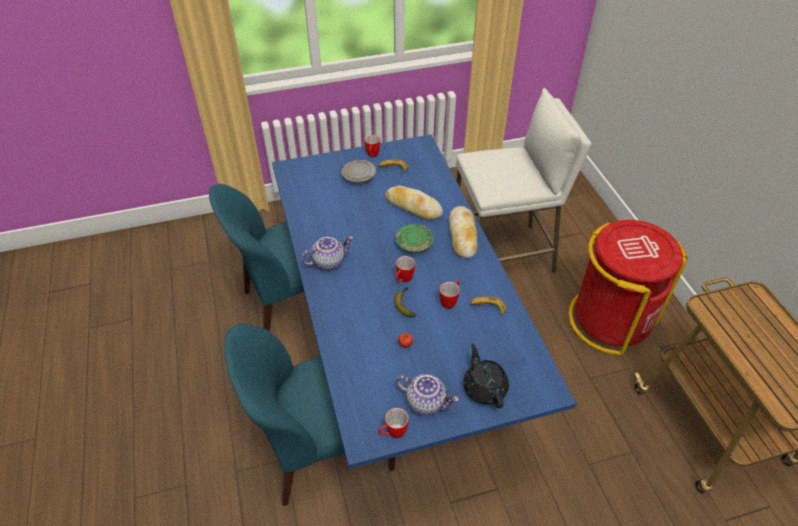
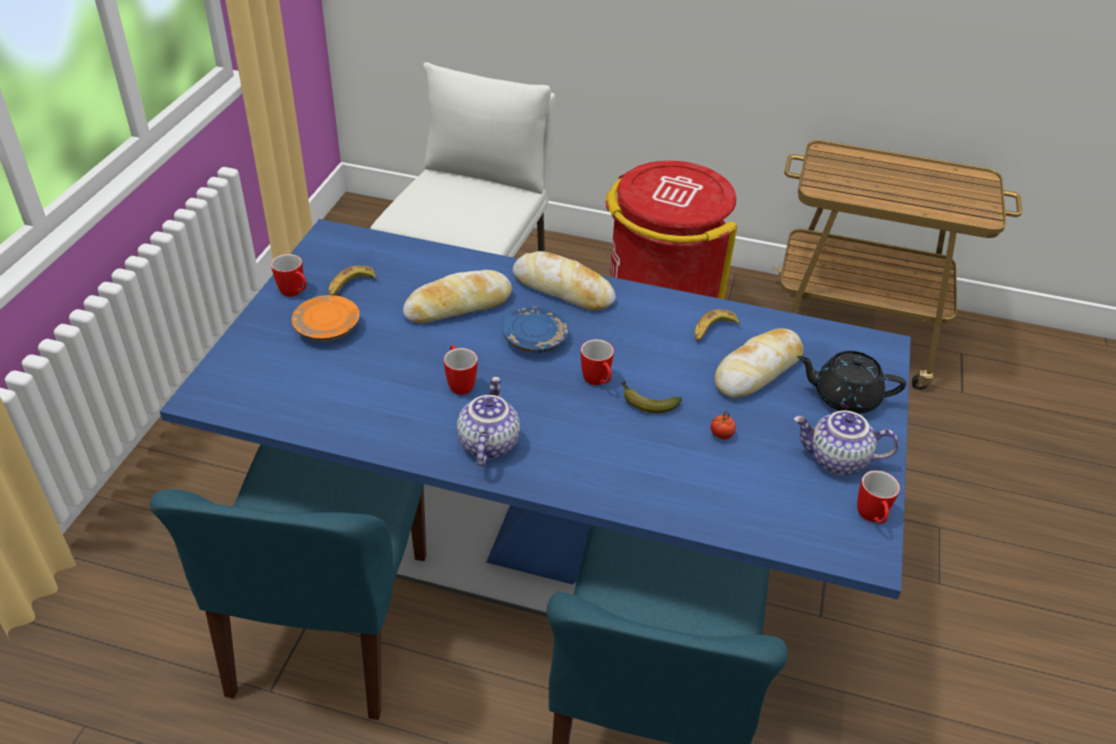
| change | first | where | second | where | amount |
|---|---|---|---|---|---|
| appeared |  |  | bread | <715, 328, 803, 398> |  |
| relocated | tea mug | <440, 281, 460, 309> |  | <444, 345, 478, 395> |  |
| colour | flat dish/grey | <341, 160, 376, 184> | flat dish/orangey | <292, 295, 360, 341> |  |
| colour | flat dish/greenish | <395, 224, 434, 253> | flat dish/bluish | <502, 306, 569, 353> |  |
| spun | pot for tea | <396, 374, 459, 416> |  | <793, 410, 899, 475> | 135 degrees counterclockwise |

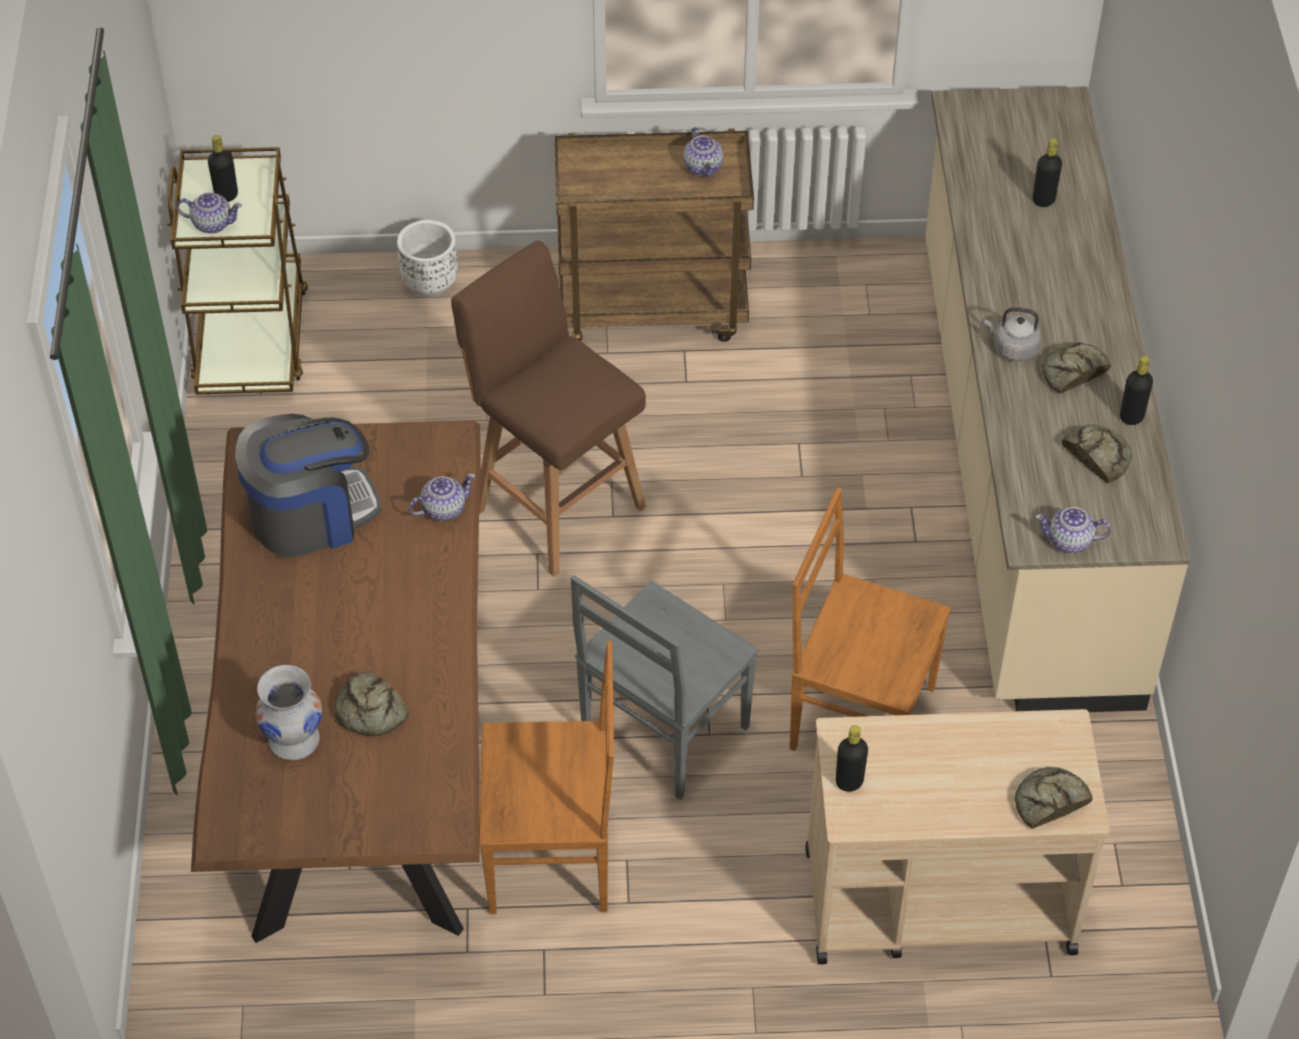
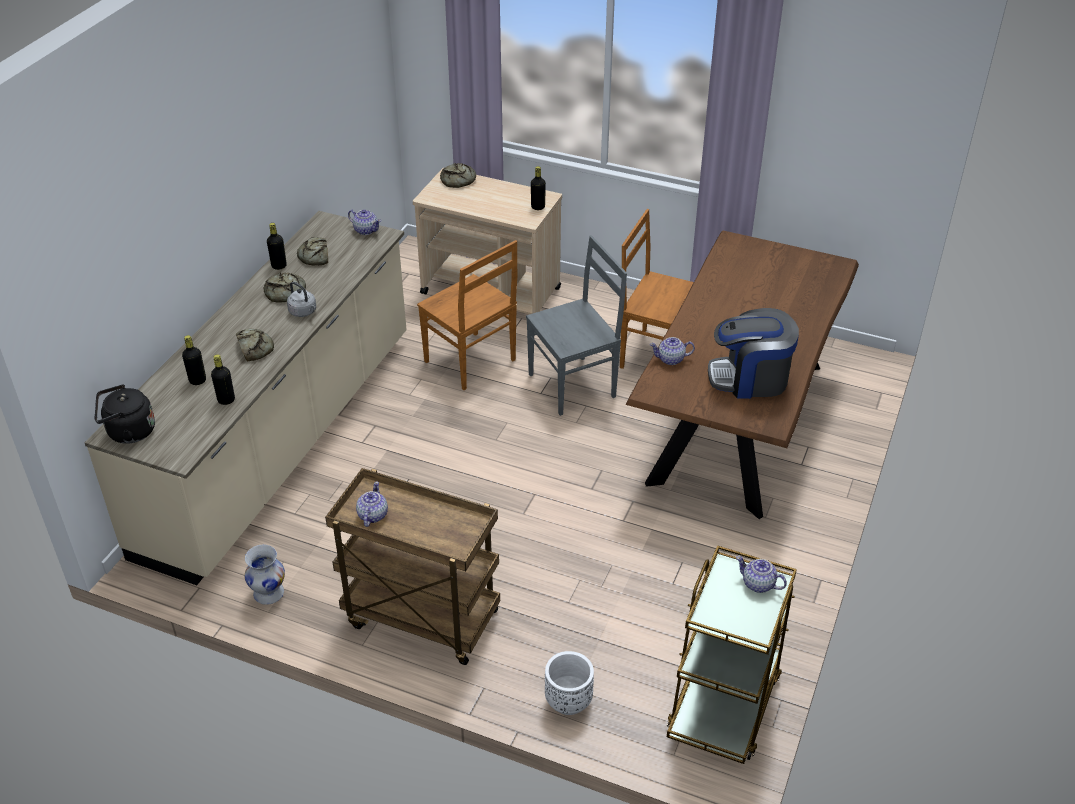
| change | first | where | second | where | amount |
|---|---|---|---|---|---|
| missing | stool seat/brown-coloured | <451, 240, 646, 576> |  |  |  |
| appeared |  |  | water kettle/black | <95, 384, 155, 444> |  |
| relocated | drink bottle/black | <208, 135, 238, 202> |  | <211, 354, 235, 405> |  |
| relocated | decorative vase/whitish | <255, 665, 322, 760> |  | <245, 545, 285, 605> |  |
| relocated | bread | <334, 672, 409, 736> |  | <236, 329, 274, 361> |  |

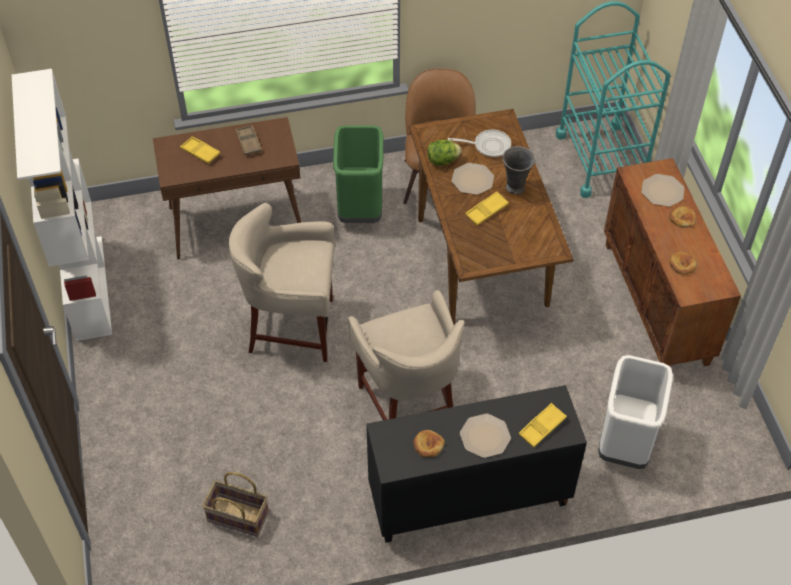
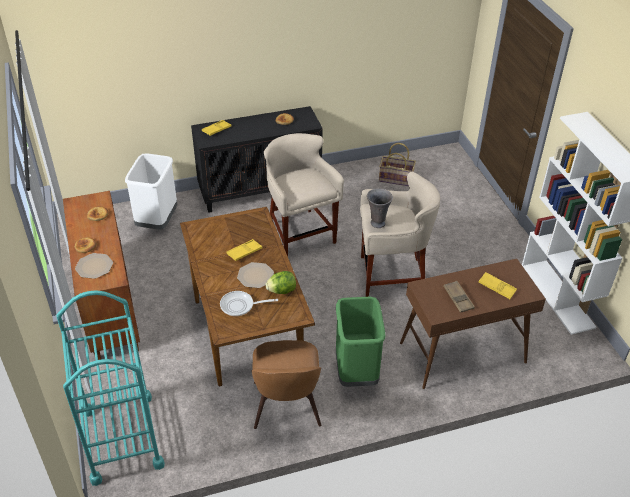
| change | first | where | second | where | amount |
|---|---|---|---|---|---|
| missing | flat dish | <460, 414, 511, 458> |  |  |  |
| relocated | decorative vase/grey | <502, 146, 536, 195> |  | <367, 188, 393, 228> |  |

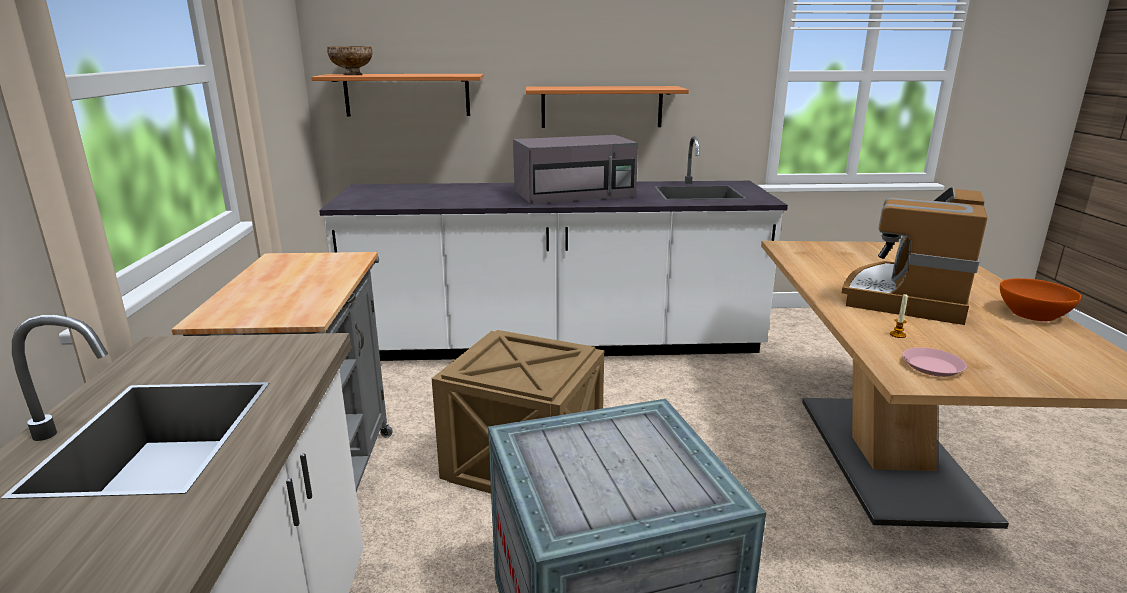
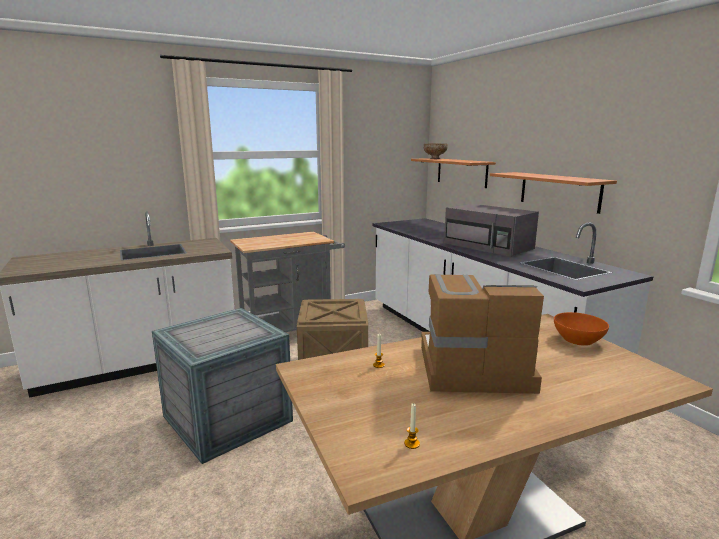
| change | first | where | second | where | amount |
|---|---|---|---|---|---|
| missing | flat dish/pink-coloured | <902, 347, 967, 377> |  |  |  |
| appeared |  |  | candle | <404, 403, 420, 449> |  |
| relocated | bowl/orangey | <1000, 278, 1081, 321> |  | <554, 312, 609, 346> |  |

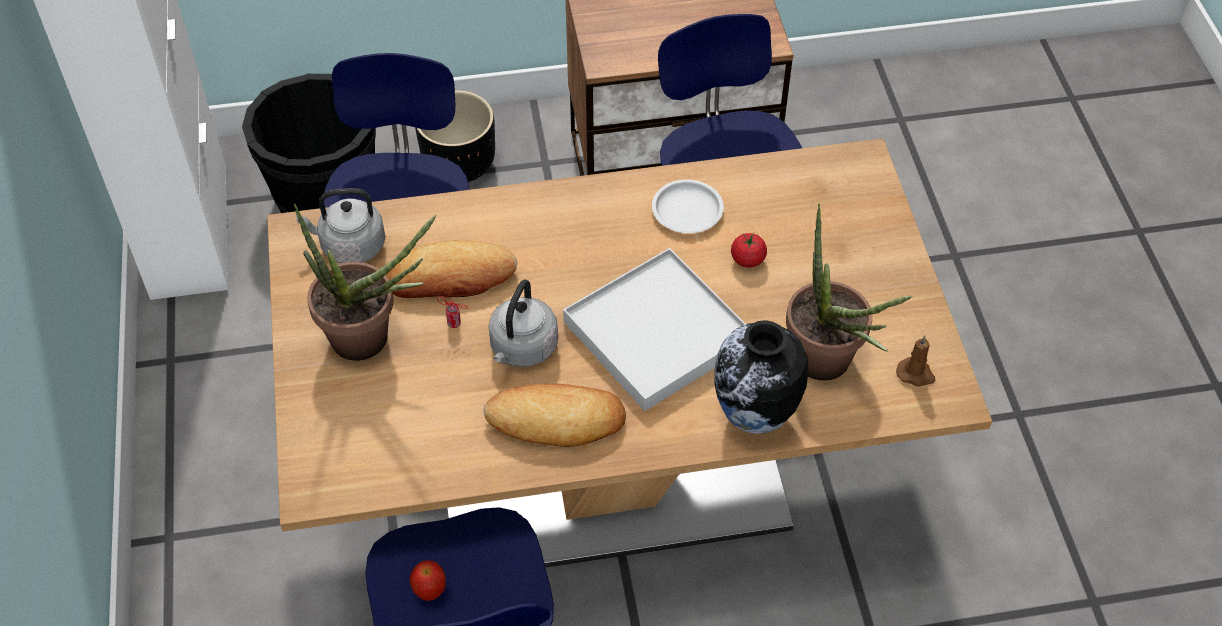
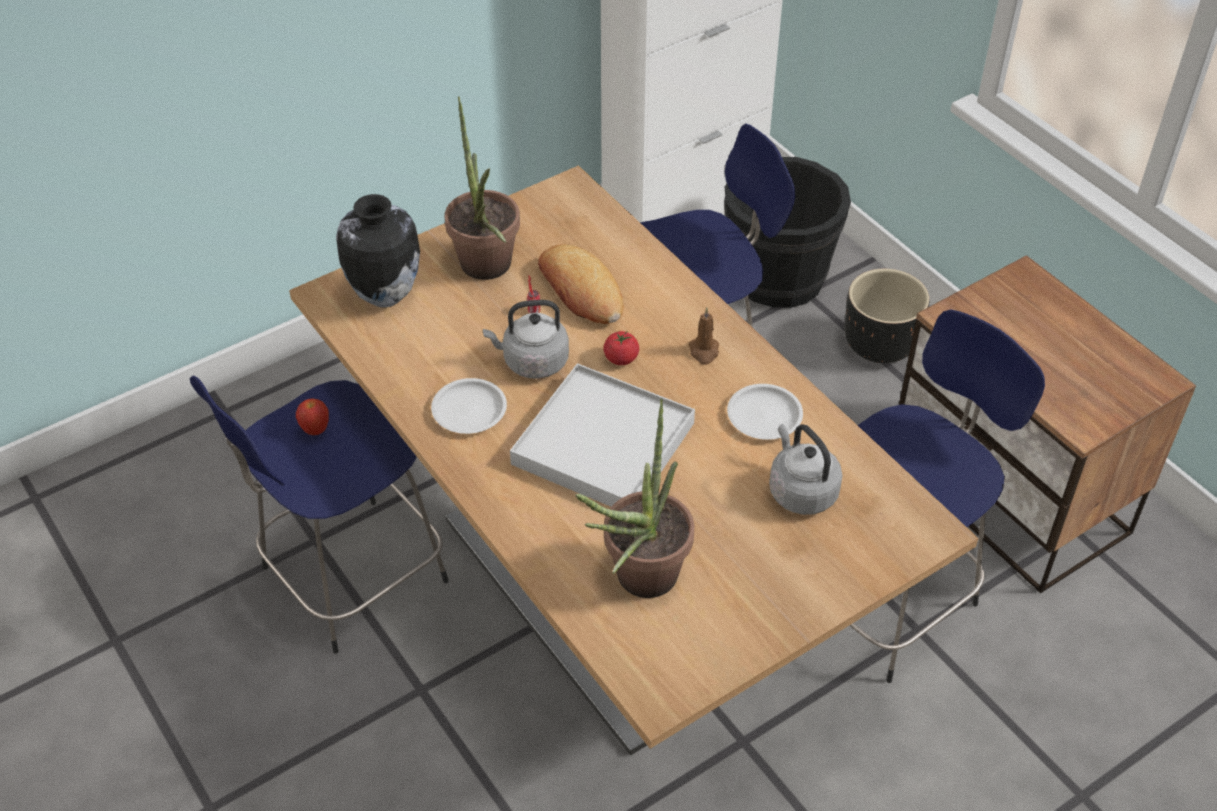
| change | first | where | second | where | amount |
|---|---|---|---|---|---|
| relocated | water kettle/grey | <296, 188, 385, 264> |  | <769, 424, 843, 515> |  |
| relocated | decorative vase | <714, 320, 808, 434> |  | <336, 194, 420, 307> |  |
| relocated | fresh tomato | <731, 233, 767, 268> |  | <603, 331, 639, 365> |  |
| relocated | candle/brown-coloured | <896, 336, 935, 386> |  | <689, 308, 719, 365> |  |
| exchanged | bread | <484, 384, 626, 447> | flat dish/whitish | <431, 378, 507, 434> |  |

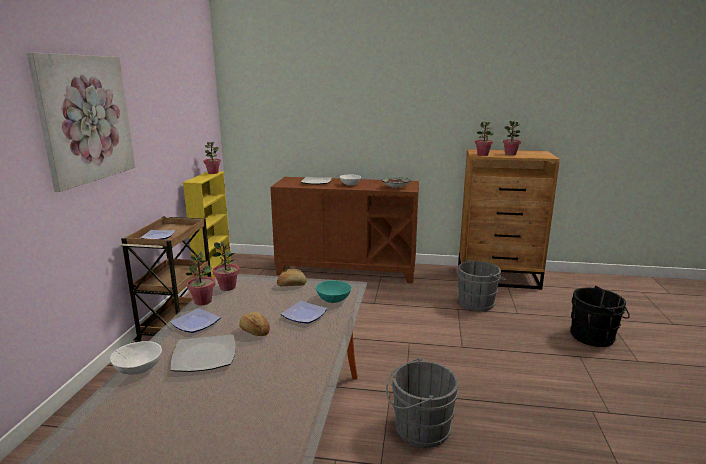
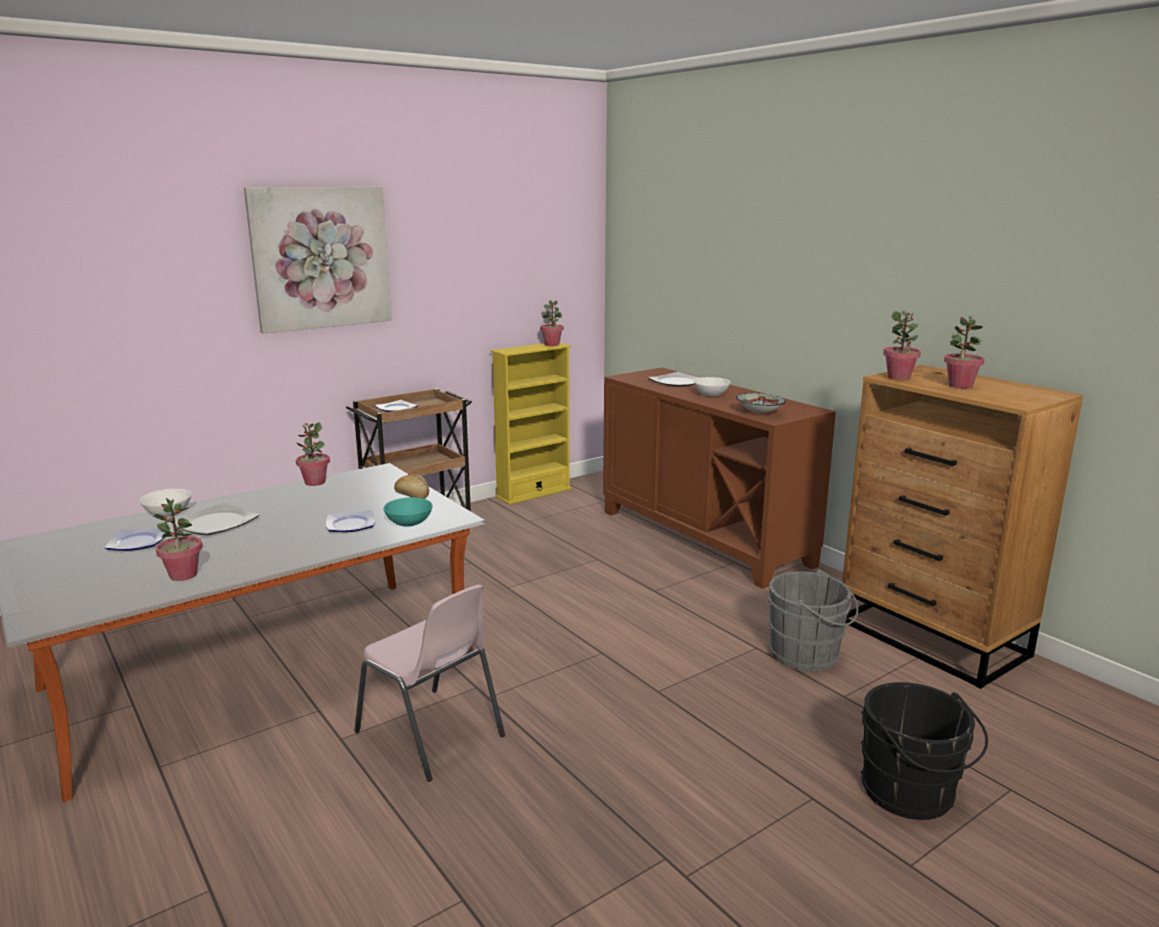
| change | first | where | second | where | amount |
|---|---|---|---|---|---|
| missing | bread | <239, 312, 270, 336> |  |  |  |
| relocated | flat dish | <170, 308, 221, 333> |  | <105, 528, 165, 551> |  |
| relocated | houseplant | <212, 241, 239, 291> |  | <153, 498, 202, 581> |  |
| exchanged | pail/grey | <386, 358, 458, 448> | upright chair/pink-coloured | <354, 584, 505, 782> |  |

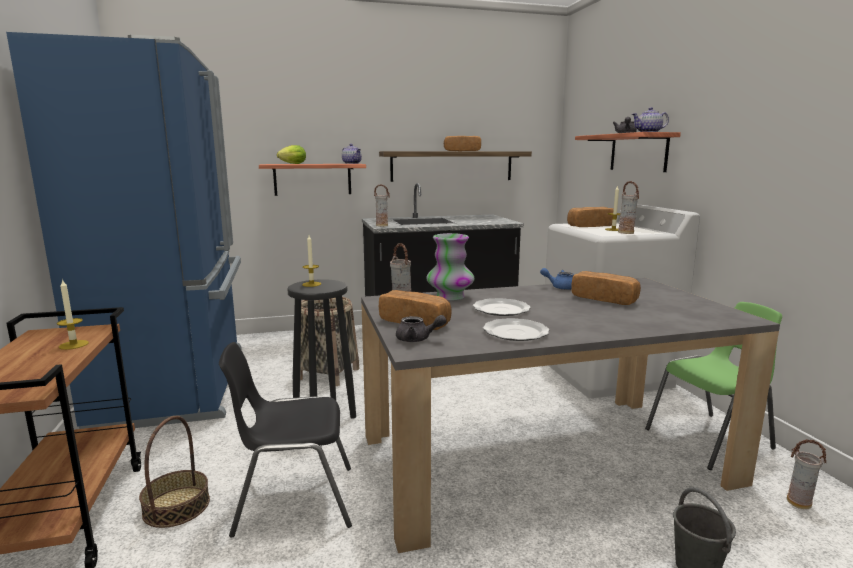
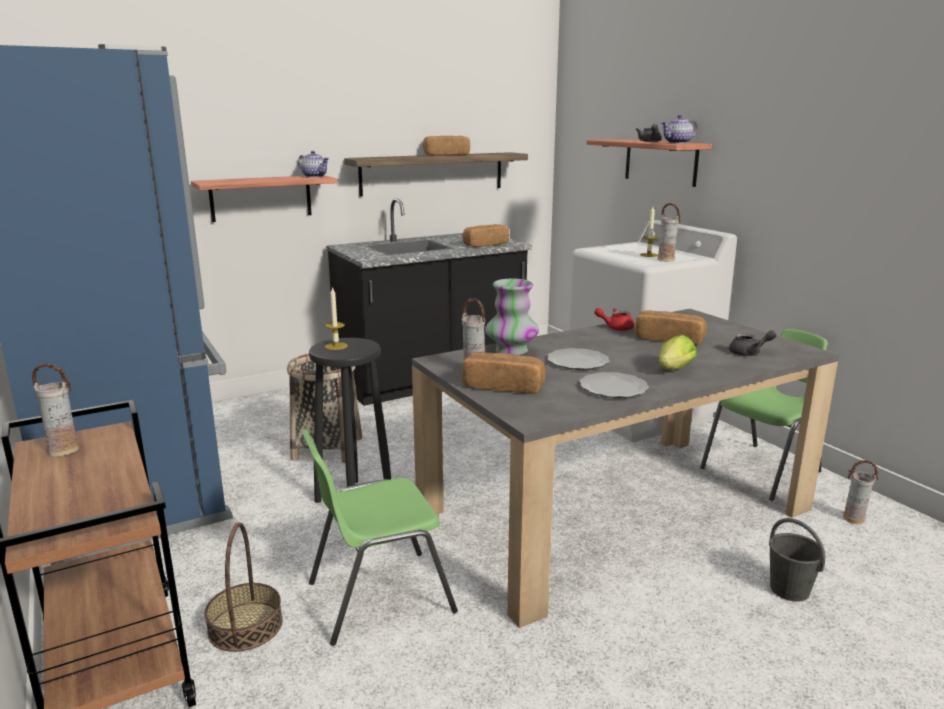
| change | first | where | second | where | amount |
|---|---|---|---|---|---|
| missing | candle | <57, 279, 89, 350> |  |  |  |
| relocated | lettuce head | <277, 145, 306, 164> |  | <659, 335, 697, 370> |  |
| relocated | decorative vase | <374, 184, 390, 227> |  | <32, 363, 79, 456> |  |
| relocated | pot for tea/grey | <396, 315, 446, 342> |  | <729, 330, 777, 356> |  |
| relocated | bread | <567, 207, 614, 227> |  | <463, 224, 509, 247> |  |
| colour | upright chair/black | <219, 342, 352, 538> | upright chair/greenish | <301, 429, 458, 646> |  |
| colour | pot for tea/bluish | <540, 268, 574, 290> | pot for tea/reddish | <594, 308, 634, 331> |  |

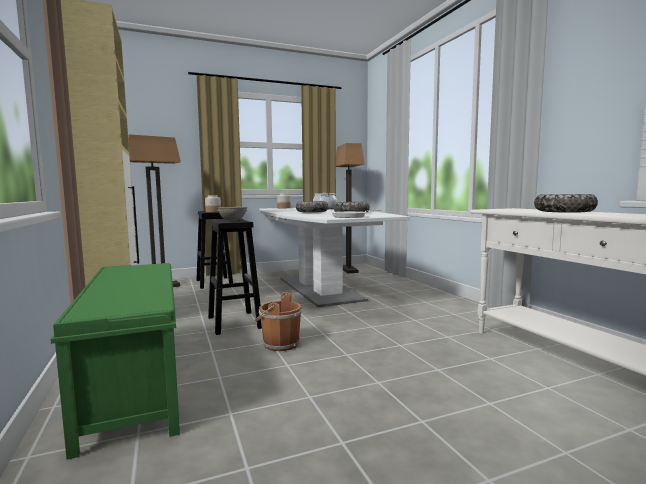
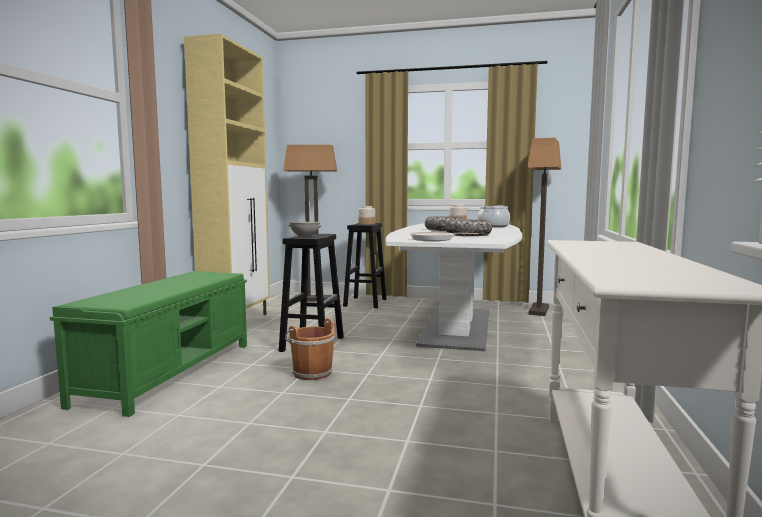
| change | first | where | second | where | amount |
|---|---|---|---|---|---|
| missing | bowl | <534, 194, 598, 213> |  |  |  |

